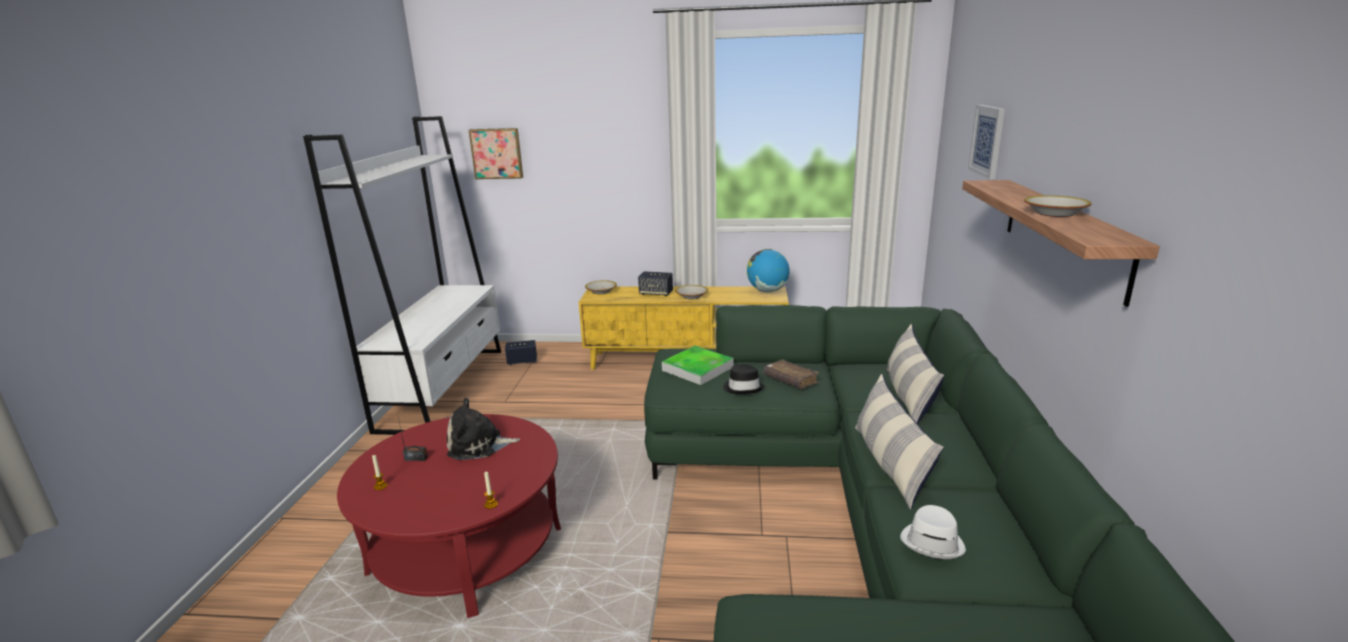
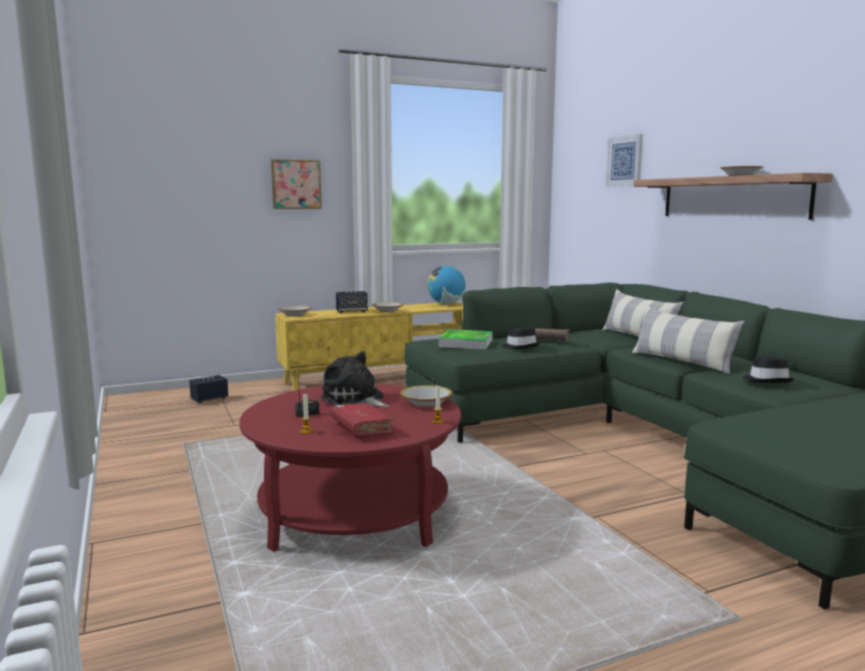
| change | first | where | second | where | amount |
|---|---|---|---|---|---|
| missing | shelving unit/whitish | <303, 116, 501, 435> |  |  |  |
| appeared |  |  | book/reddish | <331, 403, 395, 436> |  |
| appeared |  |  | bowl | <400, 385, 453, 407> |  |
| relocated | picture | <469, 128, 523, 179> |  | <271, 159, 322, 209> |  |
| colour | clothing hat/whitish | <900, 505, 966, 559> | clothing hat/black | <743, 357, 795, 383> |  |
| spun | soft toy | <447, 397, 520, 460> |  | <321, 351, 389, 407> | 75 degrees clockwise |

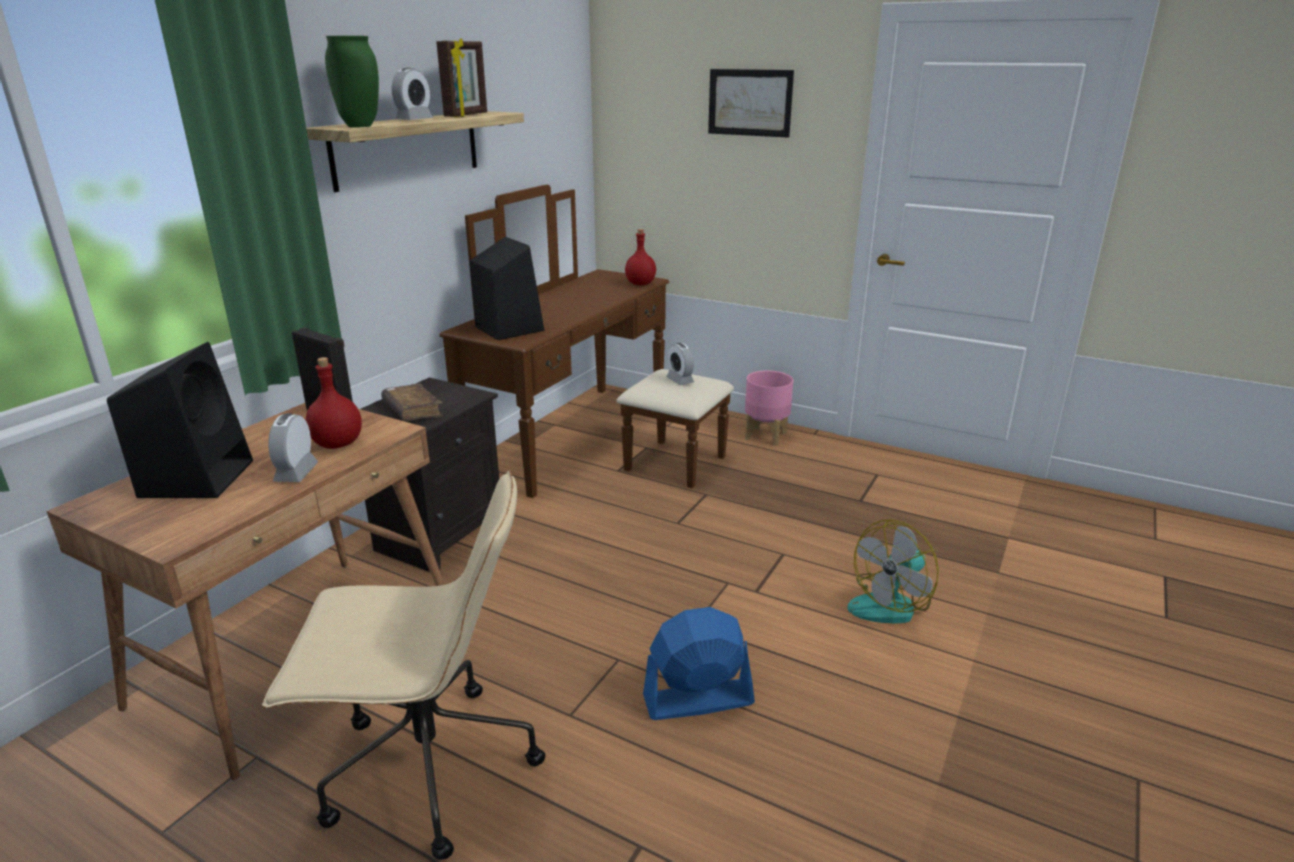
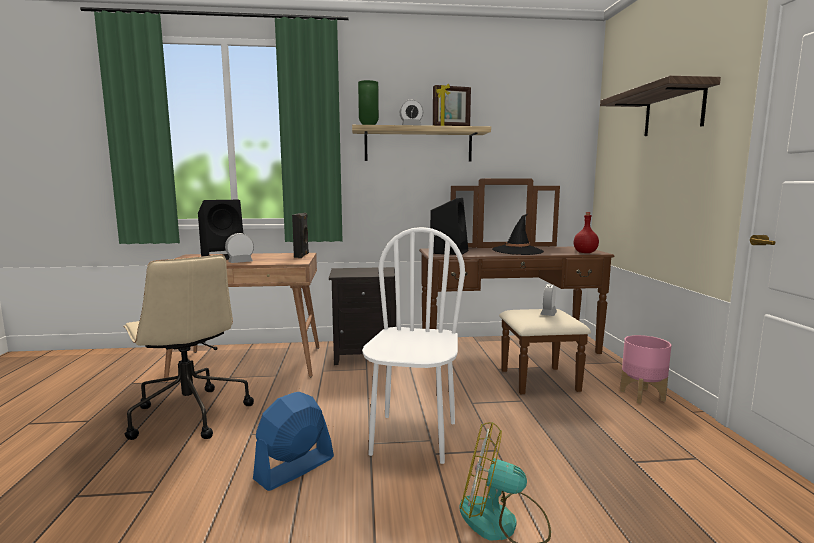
| change | first | where | second | where | amount |
|---|---|---|---|---|---|
| missing | drink bottle/reddish | <306, 357, 362, 449> |  |  |  |
| missing | book/brown-coloured | <381, 384, 443, 421> |  |  |  |
| appeared |  |  | upright chair/whitish | <362, 227, 465, 464> |  |
| appeared |  |  | clothing hat/black | <492, 213, 544, 255> |  |
| exchanged | picture | <708, 69, 794, 138> | wall shelf | <600, 76, 721, 136> |  |
| spun | electric fan/bluish | <643, 607, 755, 720> |  | <253, 392, 334, 491> | 90 degrees counterclockwise |

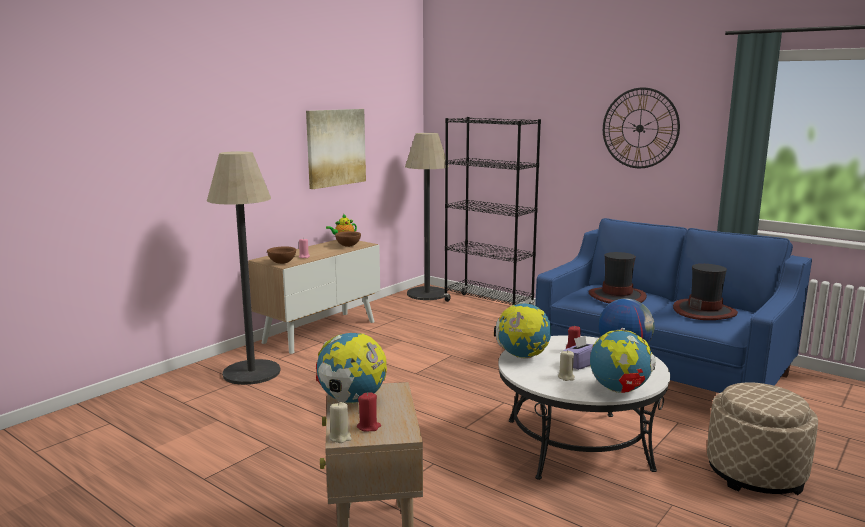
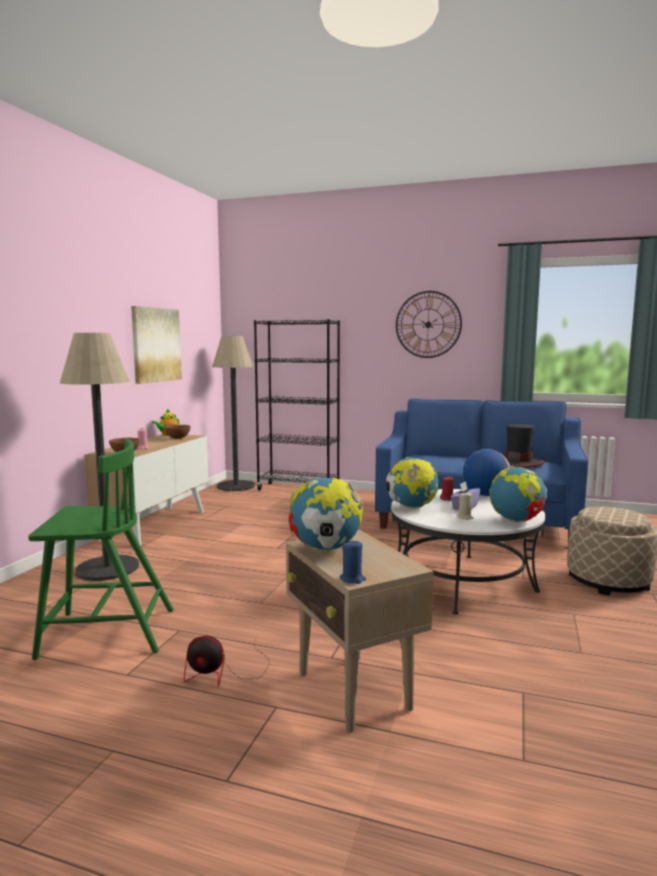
| change | first | where | second | where | amount |
|---|---|---|---|---|---|
| missing | candle/reddish | <357, 392, 381, 432> |  |  |  |
| missing | clothing hat | <589, 252, 647, 304> |  |  |  |
| appeared |  |  | upright chair/greenish | <28, 439, 174, 660> |  |
| appeared |  |  | electric fan | <184, 636, 270, 687> |  |
| colour | candle/sand-coloured | <329, 402, 352, 443> | candle/bluish | <340, 540, 366, 584> |  |

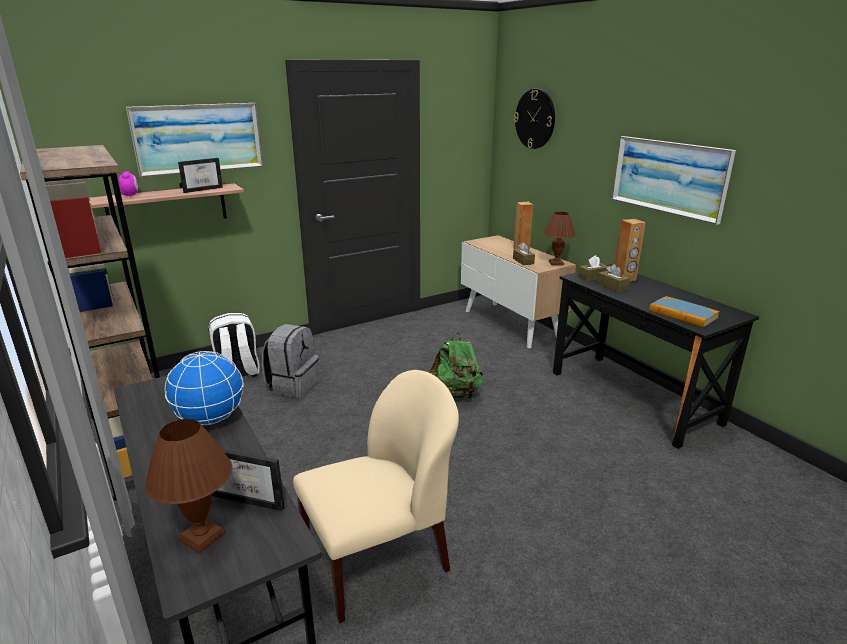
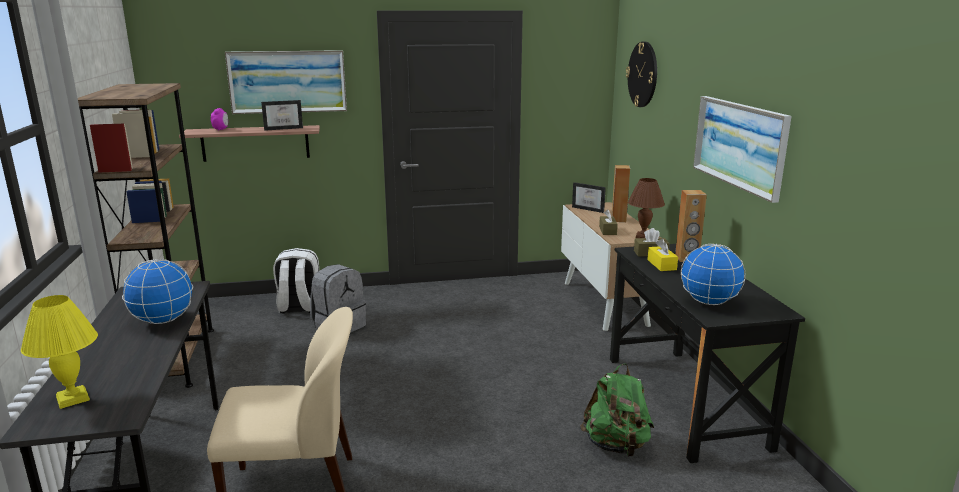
| change | first | where | second | where | amount |
|---|---|---|---|---|---|
| relocated | photo frame | <212, 449, 285, 511> |  | <572, 182, 606, 213> |  |
| relocated | knapsack/greenish | <430, 332, 483, 399> |  | <580, 364, 654, 457> |  |
| exchanged | book | <649, 296, 720, 327> | desk globe | <681, 244, 746, 305> |  |
| colour | table lamp/brown-coloured | <145, 419, 233, 553> | table lamp/yellow-coloured | <21, 295, 98, 409> |  |
| colour | tissue box/brown-coloured | <597, 264, 630, 292> | tissue box/yellow-coloured | <647, 239, 678, 271> |  |

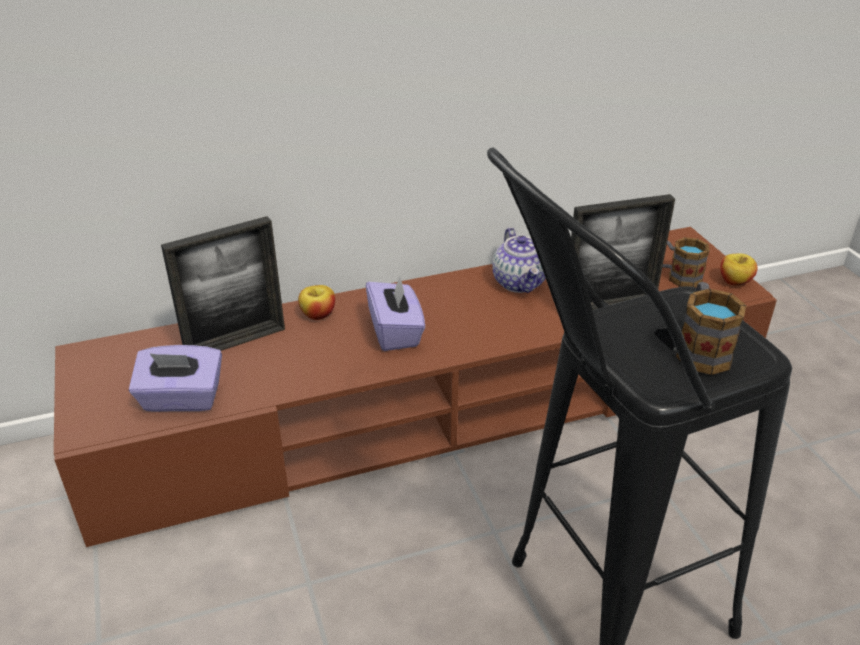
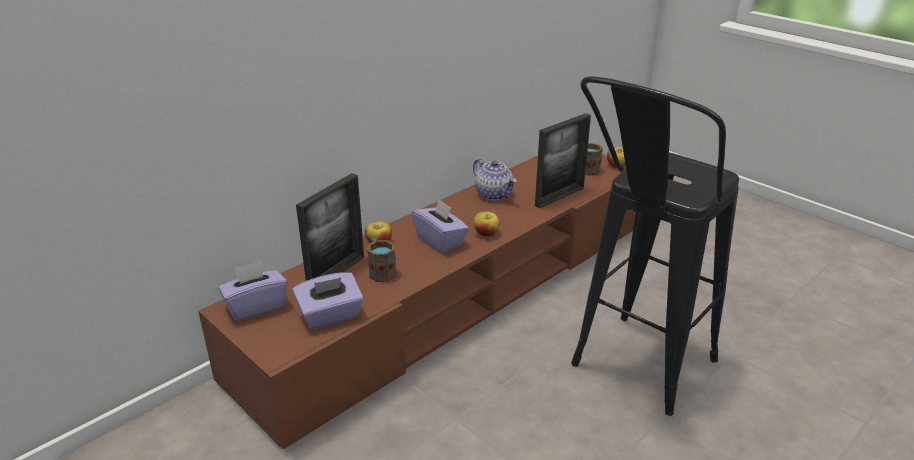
| change | first | where | second | where | amount |
|---|---|---|---|---|---|
| appeared |  |  | tissue box/purplish | <218, 261, 288, 321> |  |
| appeared |  |  | apple | <473, 212, 500, 237> |  |
| relocated | tea mug | <676, 282, 747, 375> |  | <367, 238, 396, 282> |  |

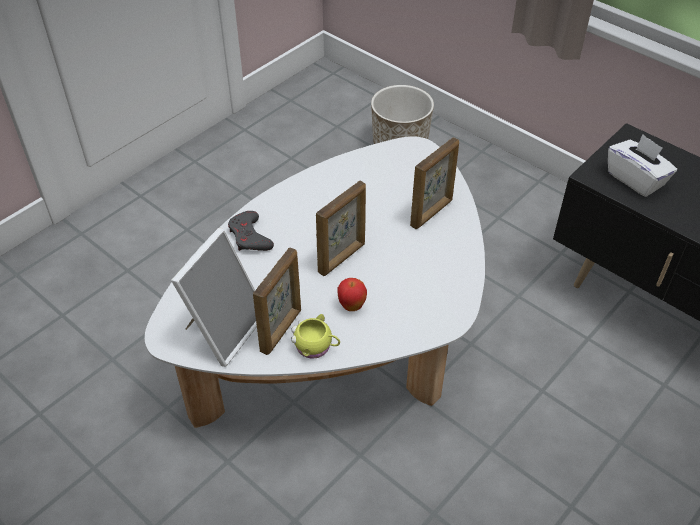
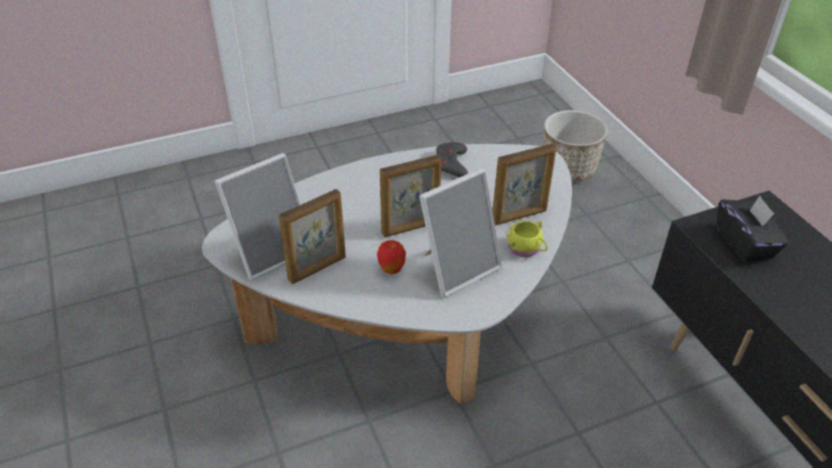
| change | first | where | second | where | amount |
|---|---|---|---|---|---|
| appeared |  |  | photo frame | <419, 168, 502, 298> |  |
| relocated | gamepad/grey | <228, 211, 274, 251> |  | <436, 142, 468, 177> |  |
| relocated | tea mug/yellow-coloured | <291, 314, 340, 358> |  | <505, 221, 548, 257> |  |
| colour | tissue box/whitish | <608, 134, 677, 197> | tissue box/black | <717, 196, 789, 263> |  |

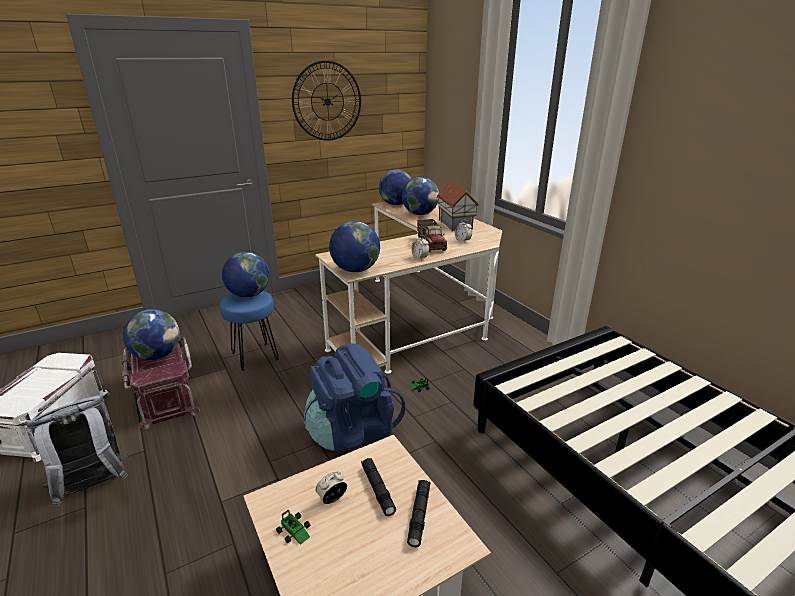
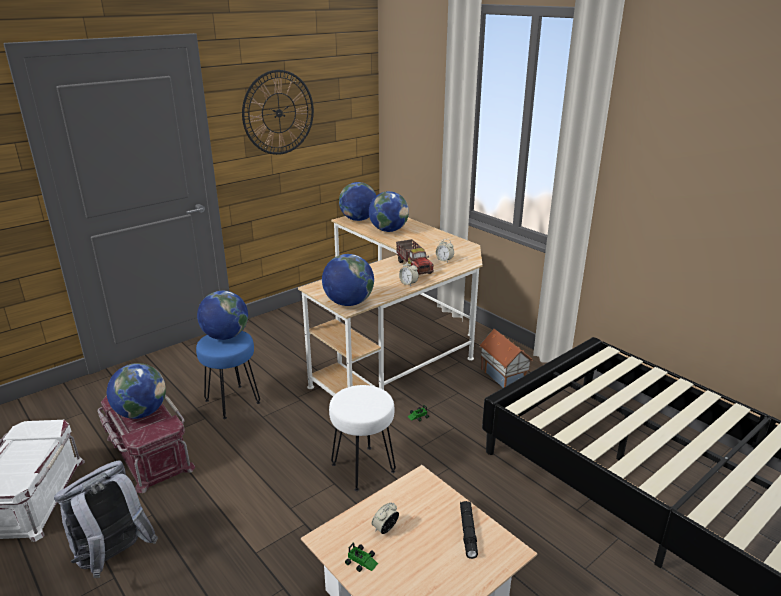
| change | first | where | second | where | amount |
|---|---|---|---|---|---|
| missing | hand torch/black | <361, 458, 396, 516> |  |  |  |
| relocated | model house | <437, 181, 479, 232> |  | <479, 329, 533, 388> |  |
| exchanged | knapsack/bluish | <304, 343, 406, 452> | stool seat/whitish | <329, 385, 396, 491> |  |

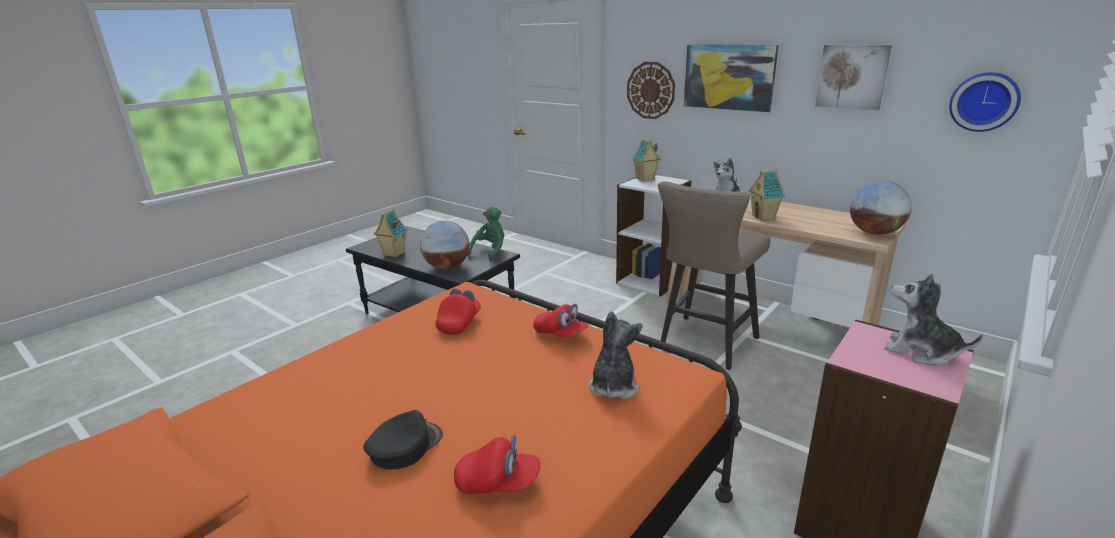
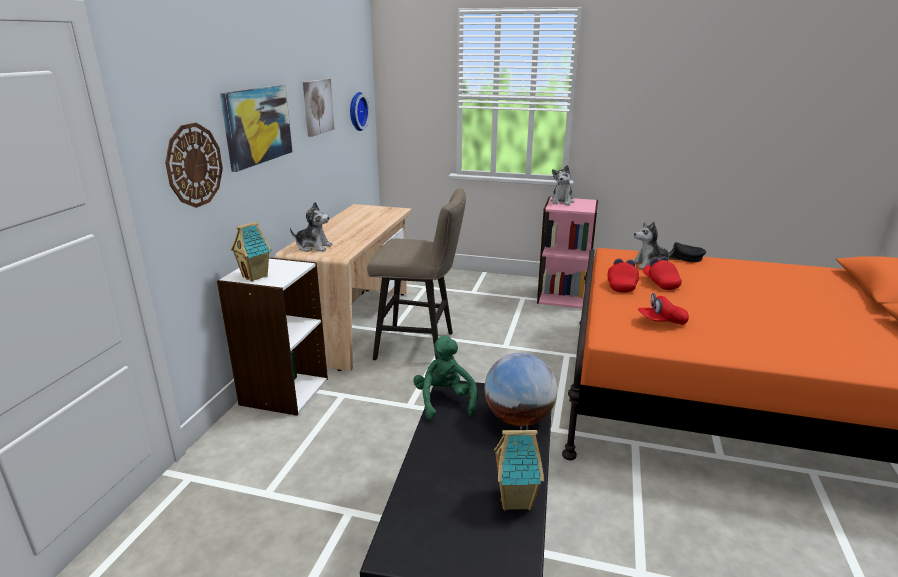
| change | first | where | second | where | amount |
|---|---|---|---|---|---|
| missing | model house | <748, 169, 785, 220> |  |  |  |
| missing | desk globe | <850, 180, 912, 235> |  |  |  |
| relocated | cap/black | <363, 410, 443, 469> |  | <668, 242, 706, 262> |  |
| relocated | cap/reddish | <454, 435, 541, 494> |  | <643, 256, 682, 290> |  |
| spun | soft toy/greenish | <468, 207, 504, 261> |  | <413, 336, 477, 420> | 75 degrees clockwise |

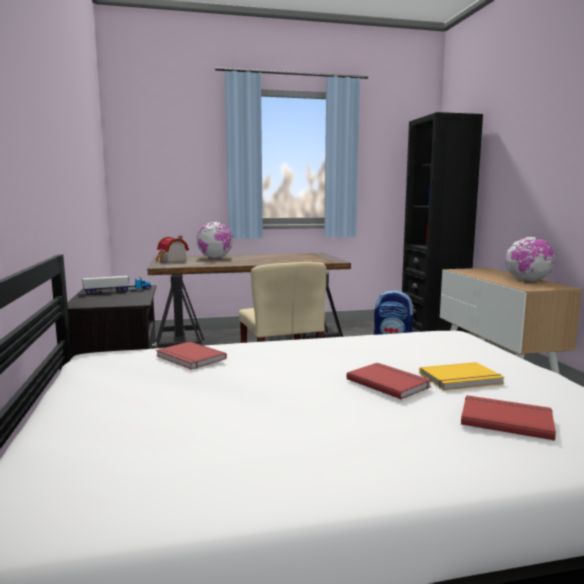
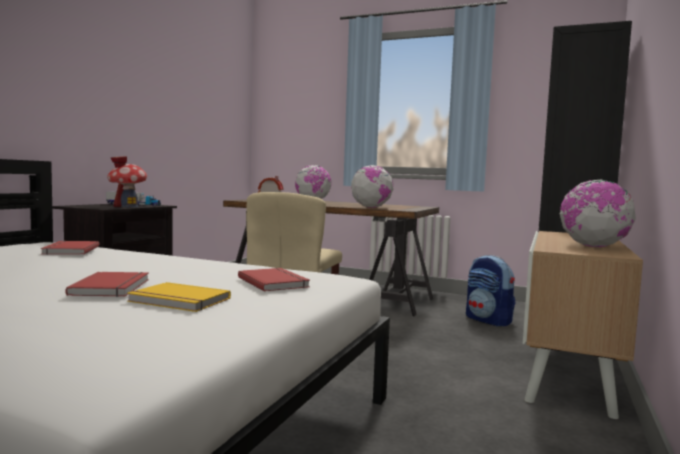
| change | first | where | second | where | amount |
|---|---|---|---|---|---|
| appeared |  |  | model house | <107, 156, 147, 207> |  |
| appeared |  |  | desk globe | <351, 165, 393, 208> |  |
| relocated | book/reddish | <461, 395, 556, 441> |  | <238, 268, 310, 291> |  |

